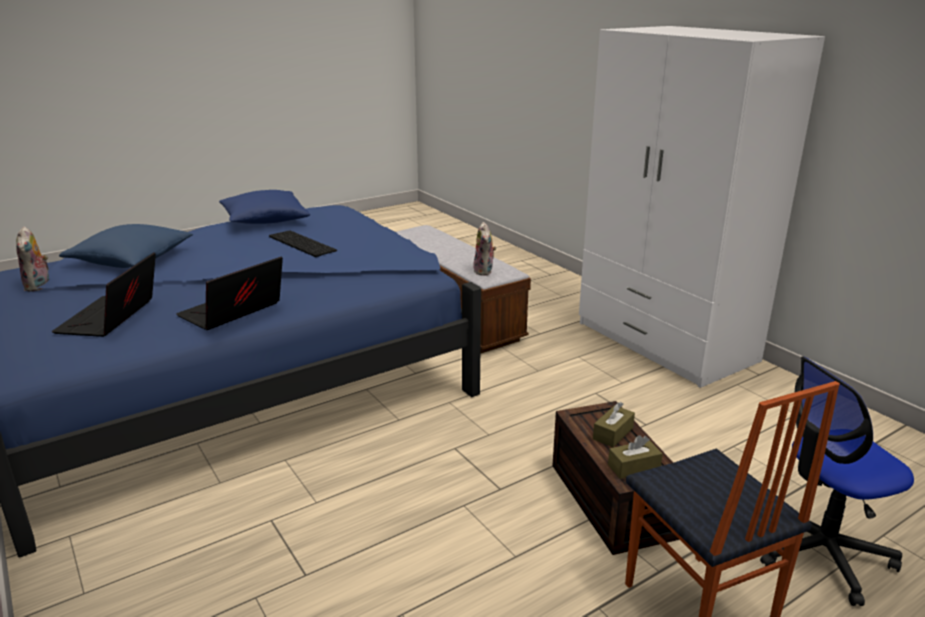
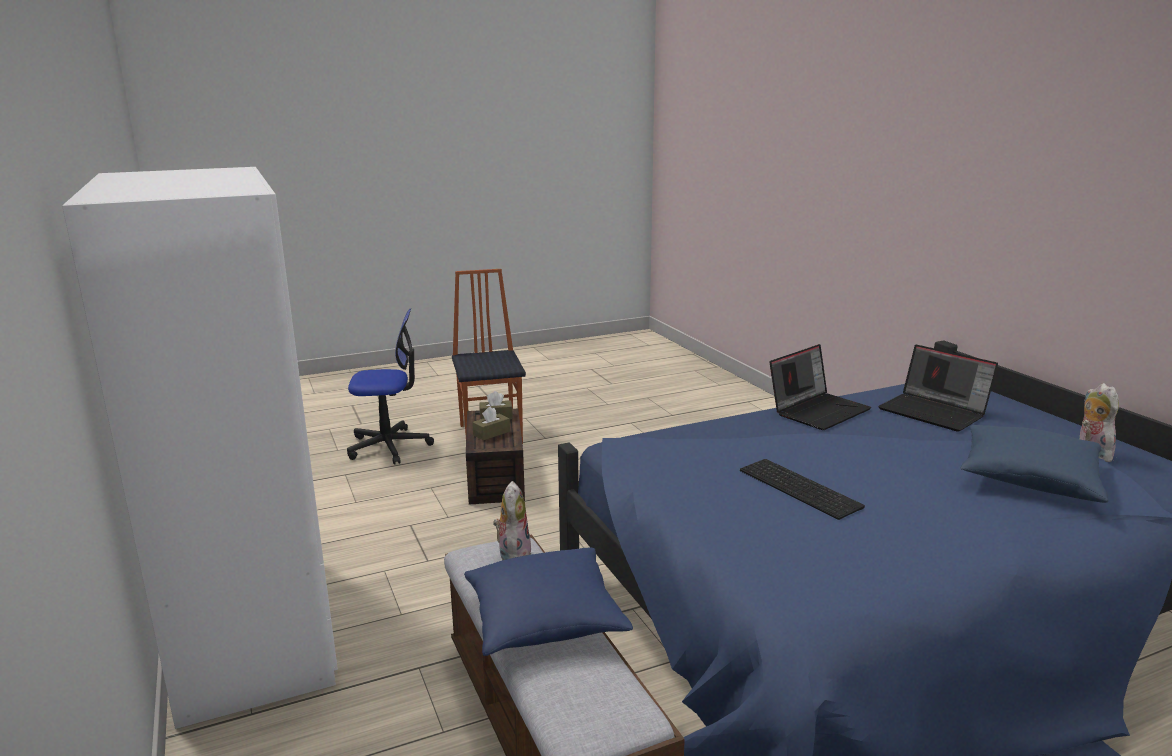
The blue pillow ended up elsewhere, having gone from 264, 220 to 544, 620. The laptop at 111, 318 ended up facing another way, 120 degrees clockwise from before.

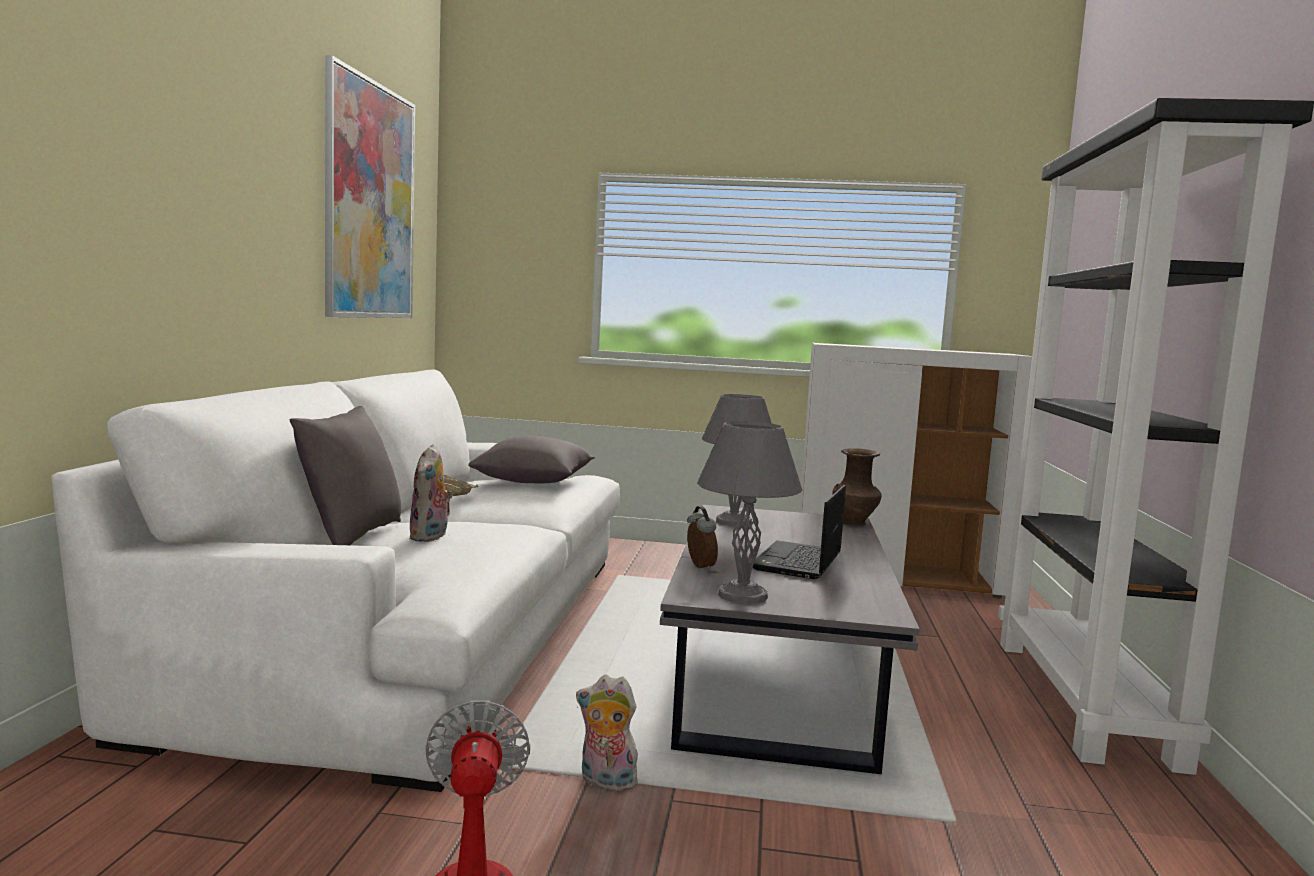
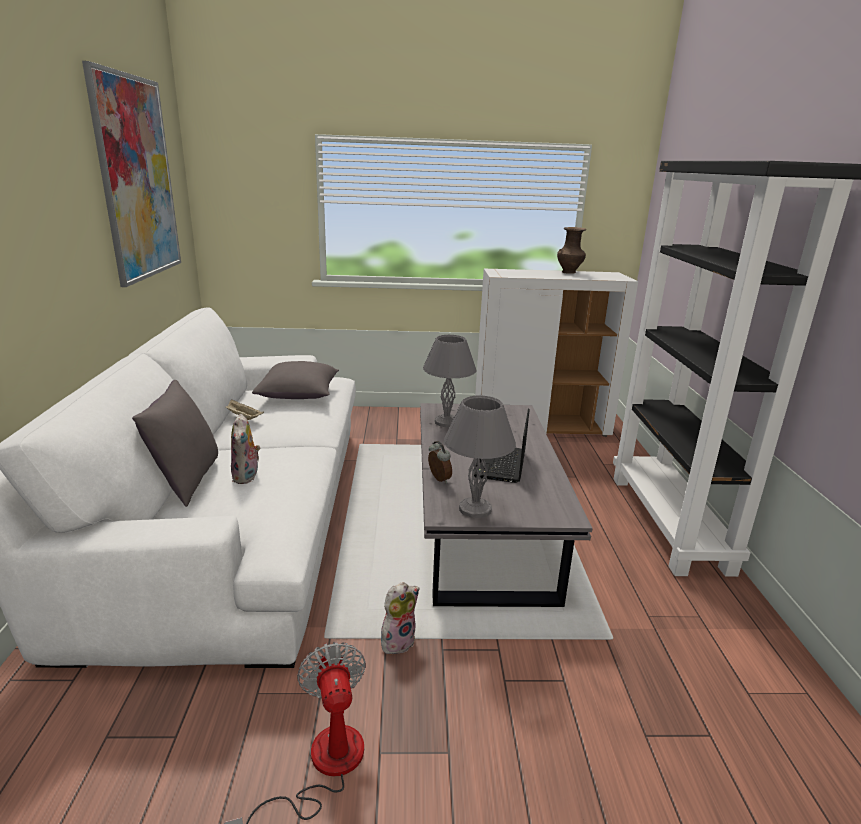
The brown vase ended up elsewhere, having gone from 854, 524 to 569, 272. The plush toy at 605, 782 ended up facing another way, 135 degrees clockwise from before.

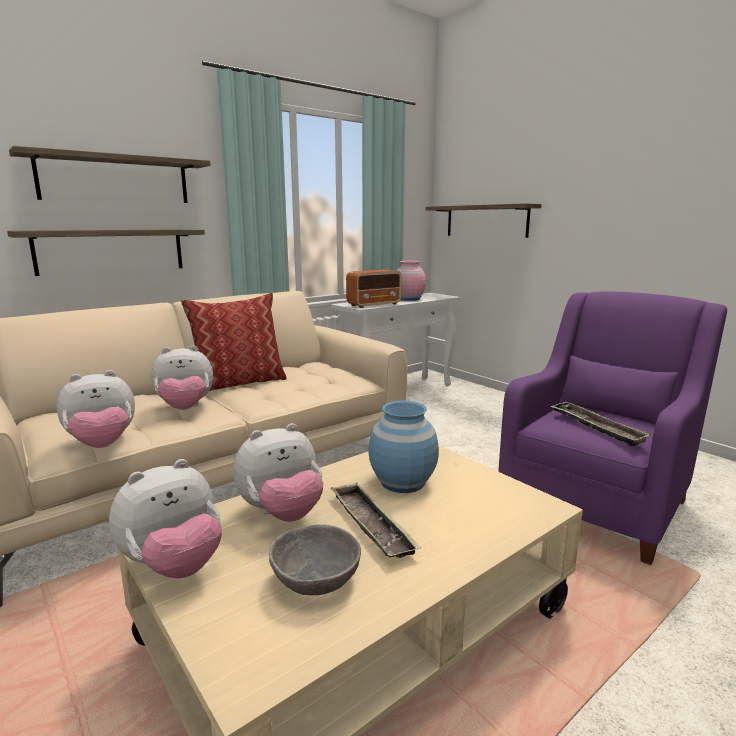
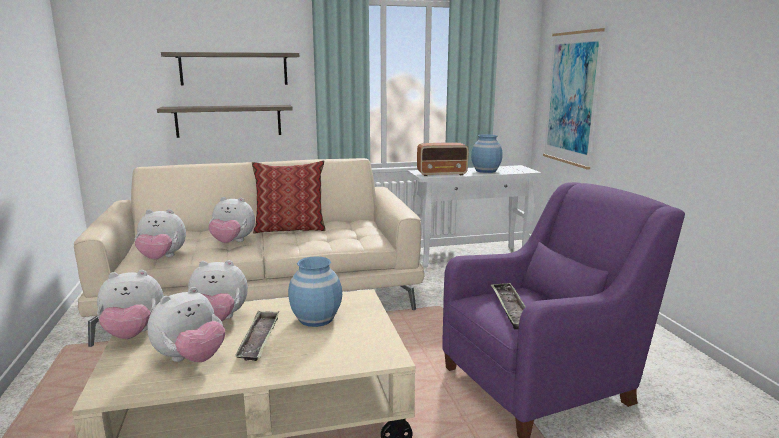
Where the shelf hung at 486, 221, the picture came to hang at 572, 98. What was the pink vase at 409, 299 turned into the blue vase at 485, 171. Where the grey bowl stood at 315, 578, the plush toy came to stand at 191, 359.

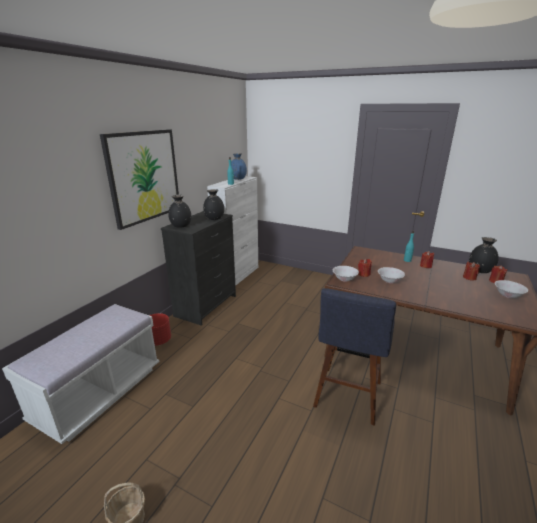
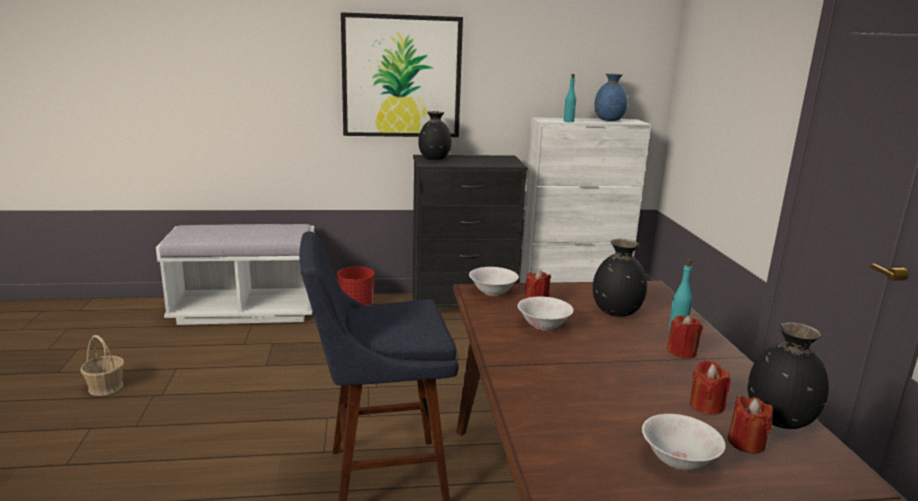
The black vase ended up elsewhere, having gone from 214, 218 to 616, 311.

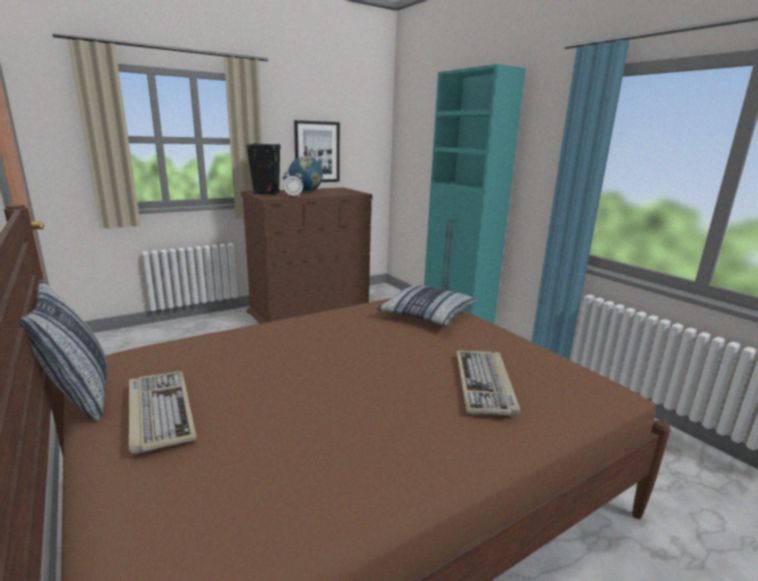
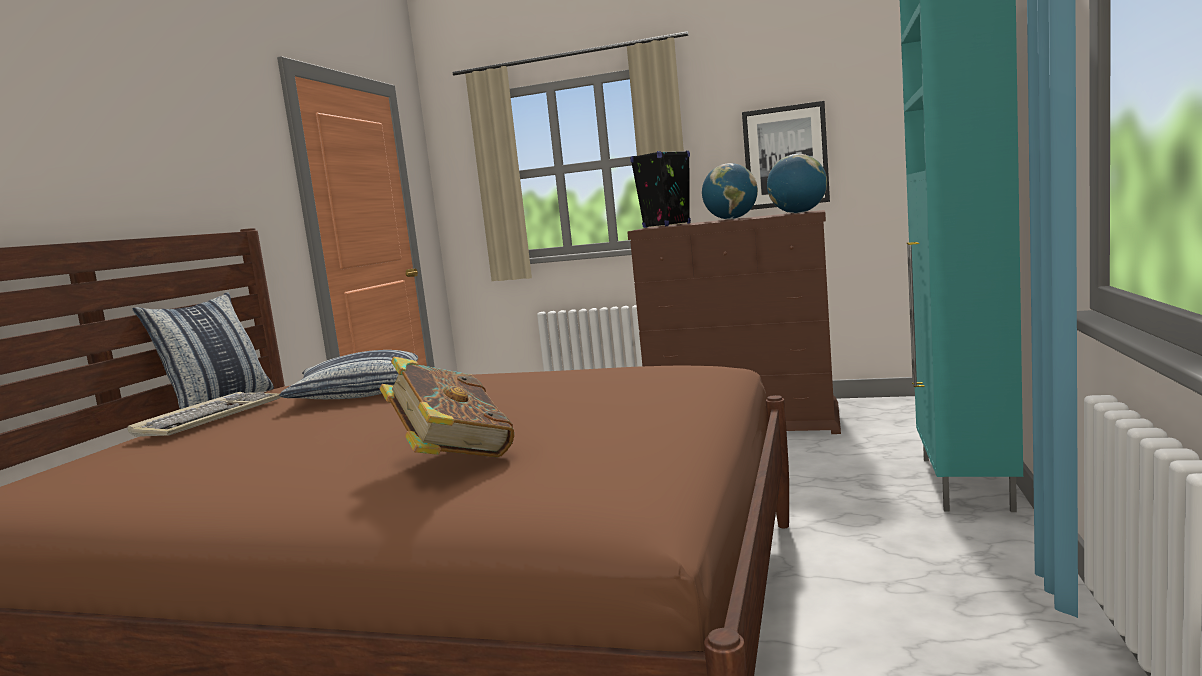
The second view lost the alarm clock at 293, 196. The pillow ended up elsewhere, having gone from 426, 315 to 358, 392. Where the keyboard stood at 484, 384, the book came to stand at 452, 457. The second view gained the globe at 798, 213.

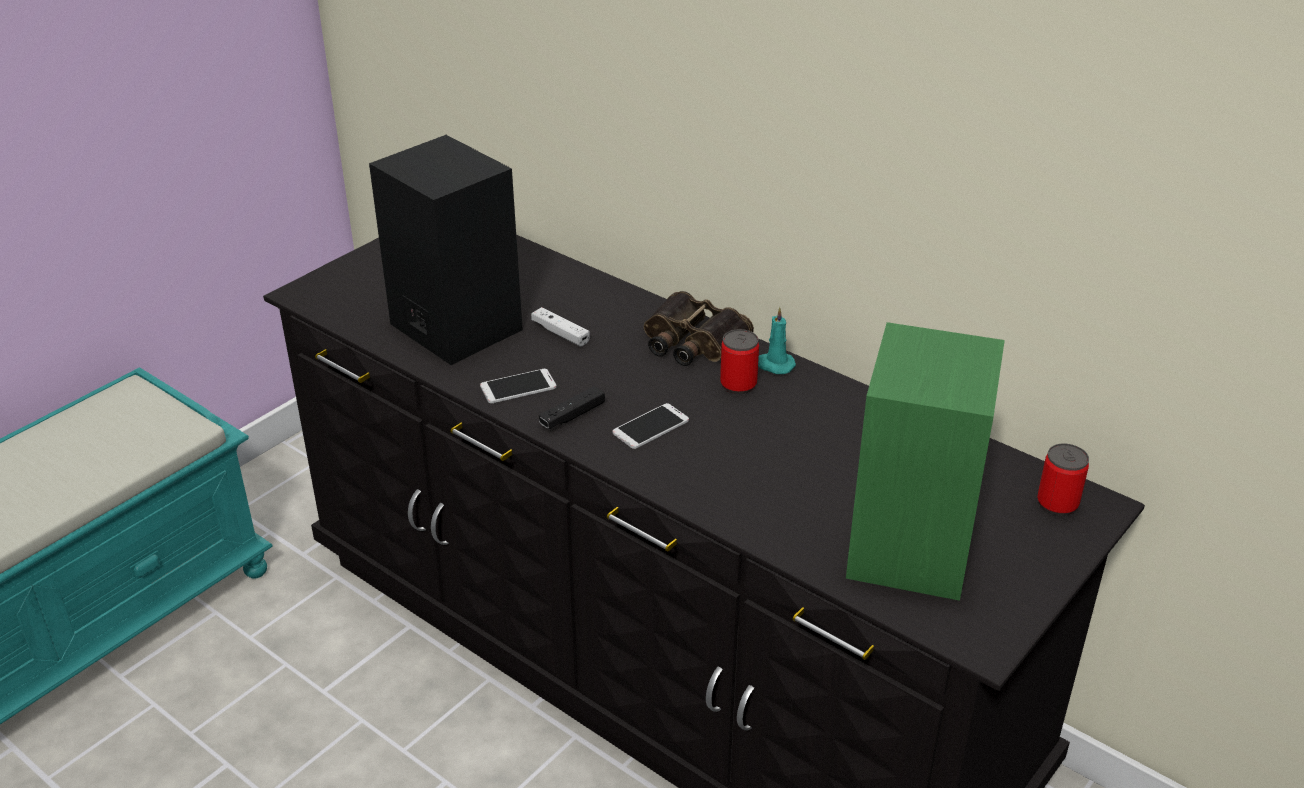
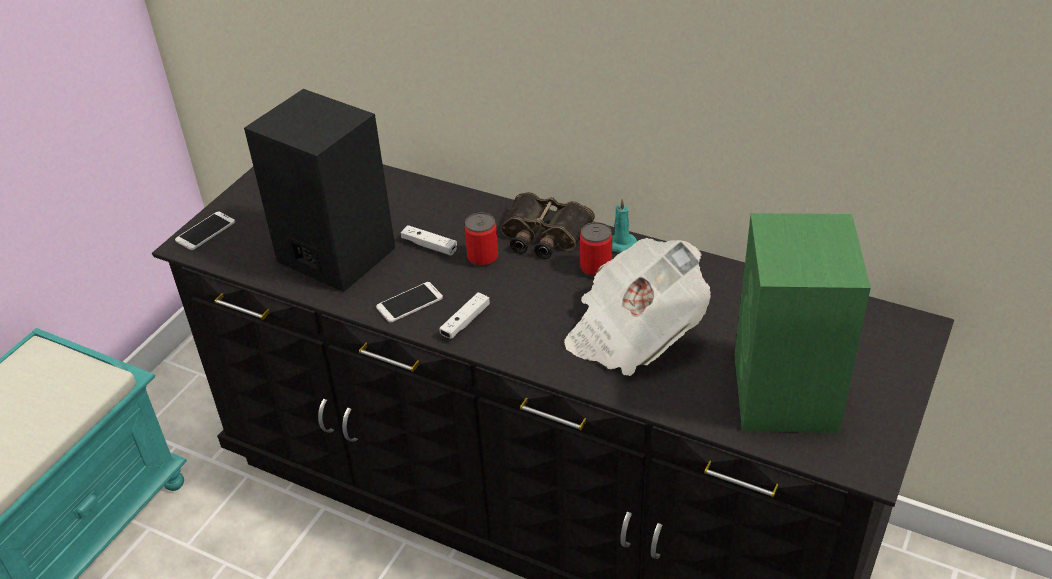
What was the black game controller at 572, 416 turned into the white game controller at 465, 322. The phone ended up elsewhere, having gone from 650, 427 to 205, 231. The can ended up elsewhere, having gone from 1057, 503 to 483, 258. The second view gained the newspaper at 633, 333.

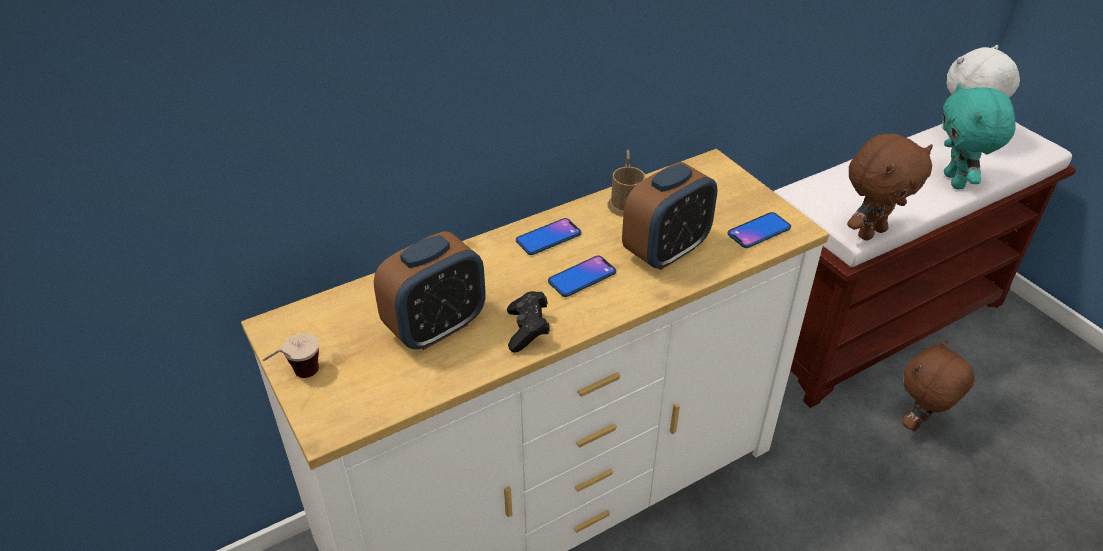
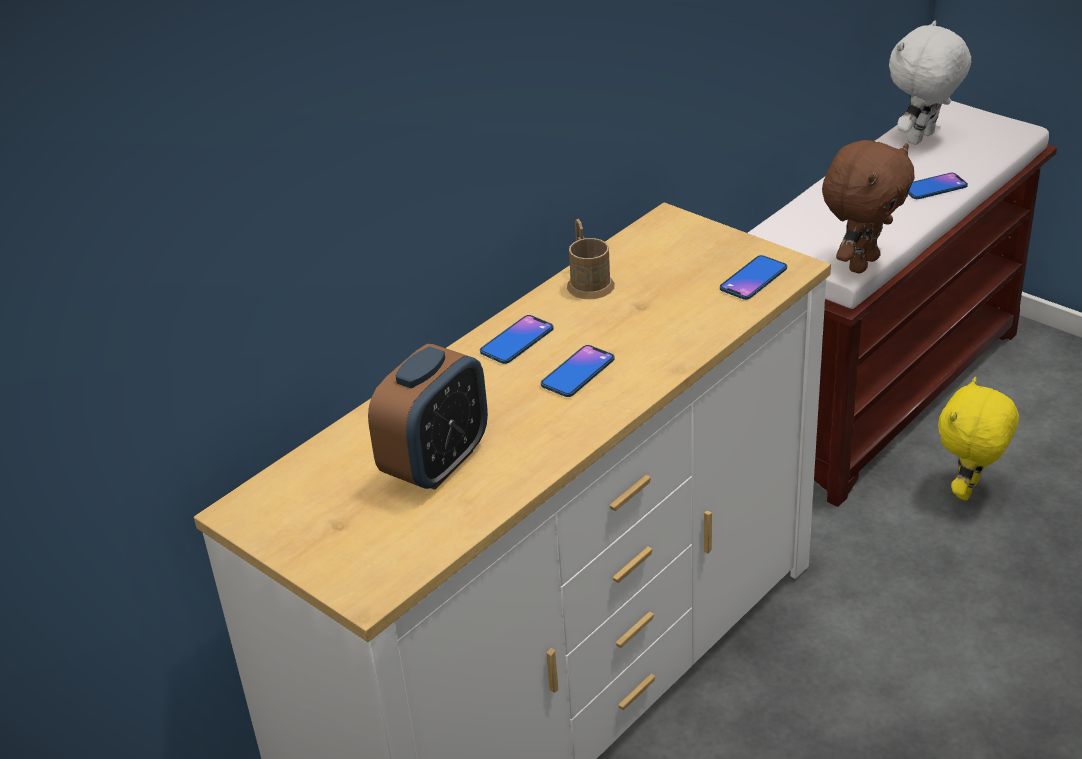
Where the turquoise plush toy stood at 956, 181, the phone came to stand at 934, 187. The second view lost the alarm clock at 666, 251. The second view lost the black game controller at 528, 330. The second view lost the cup at 297, 379. What was the brown plush toy at 919, 424 turned into the yellow plush toy at 969, 491.

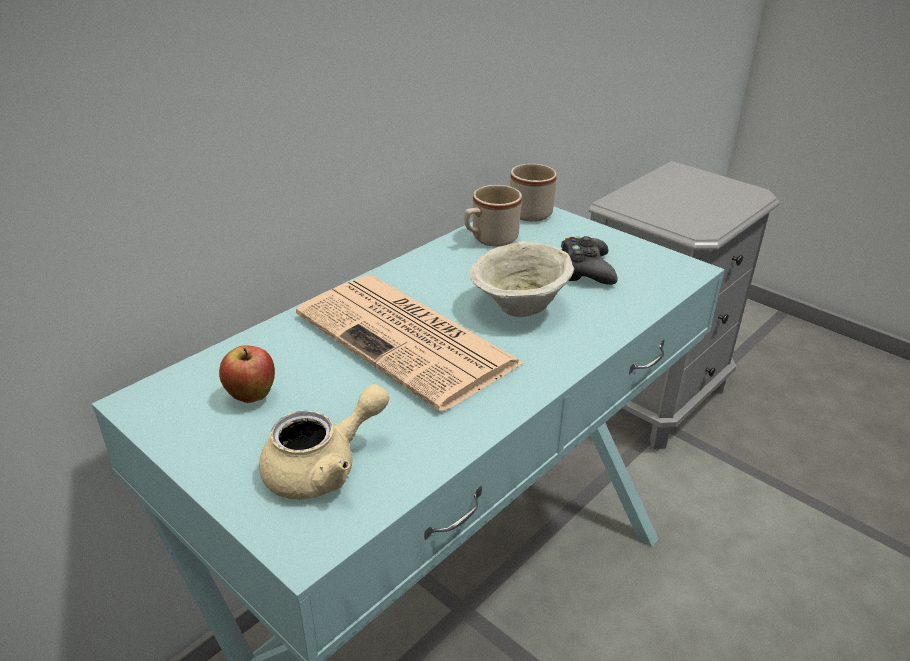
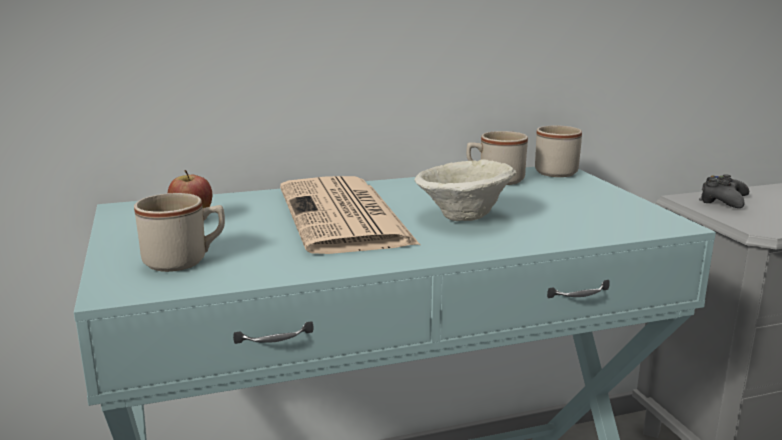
The black game controller ended up elsewhere, having gone from 585, 270 to 723, 200. Where the beige teapot stood at 324, 467, the beige mug came to stand at 185, 260.

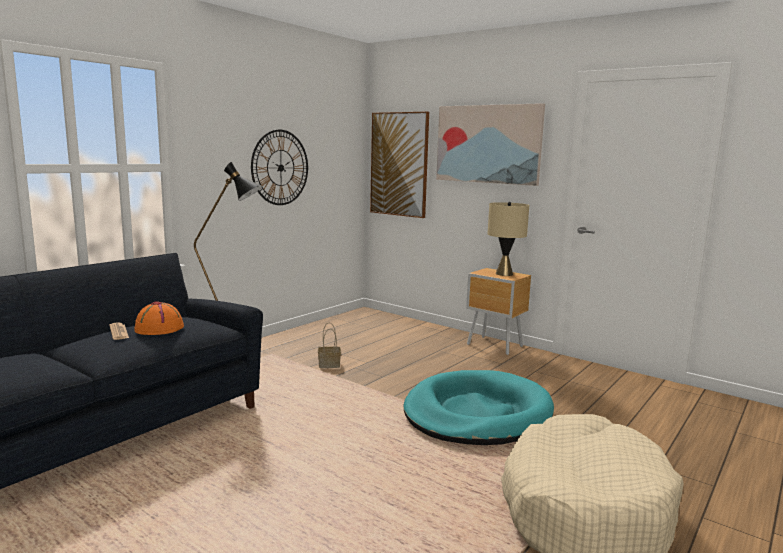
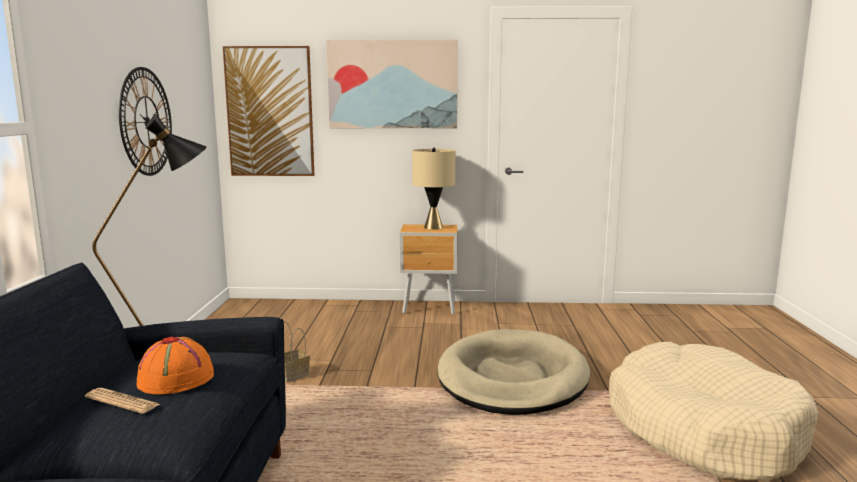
What was the turquoise dog bed at 477, 414 turned into the beige dog bed at 512, 378.

